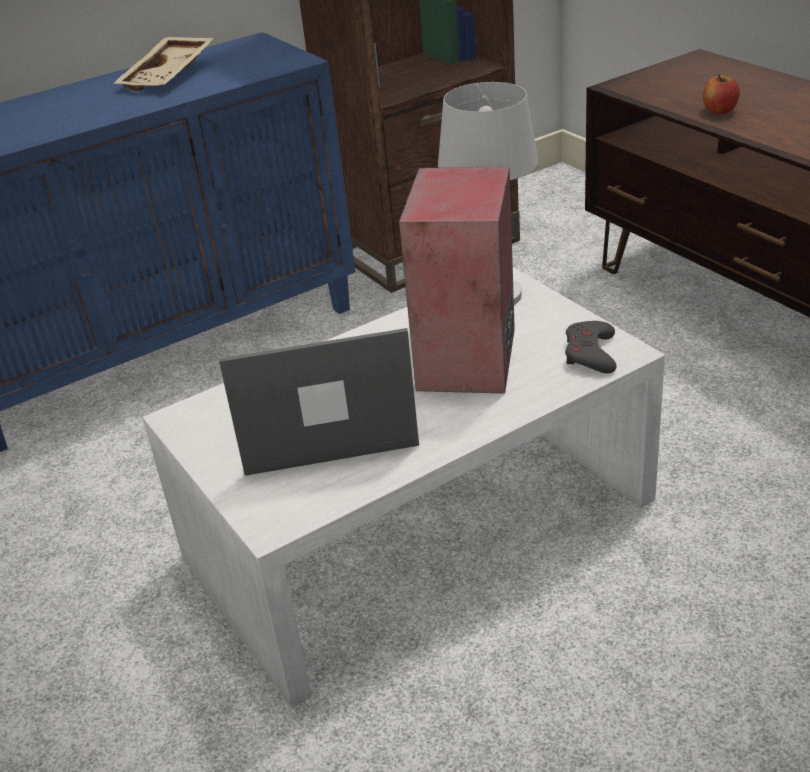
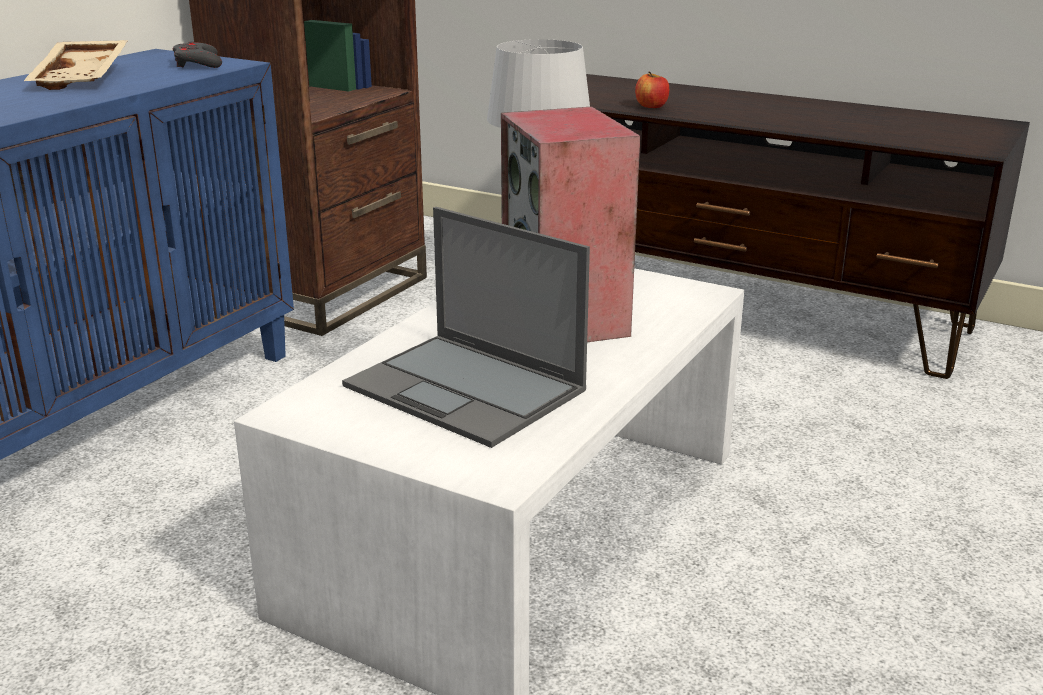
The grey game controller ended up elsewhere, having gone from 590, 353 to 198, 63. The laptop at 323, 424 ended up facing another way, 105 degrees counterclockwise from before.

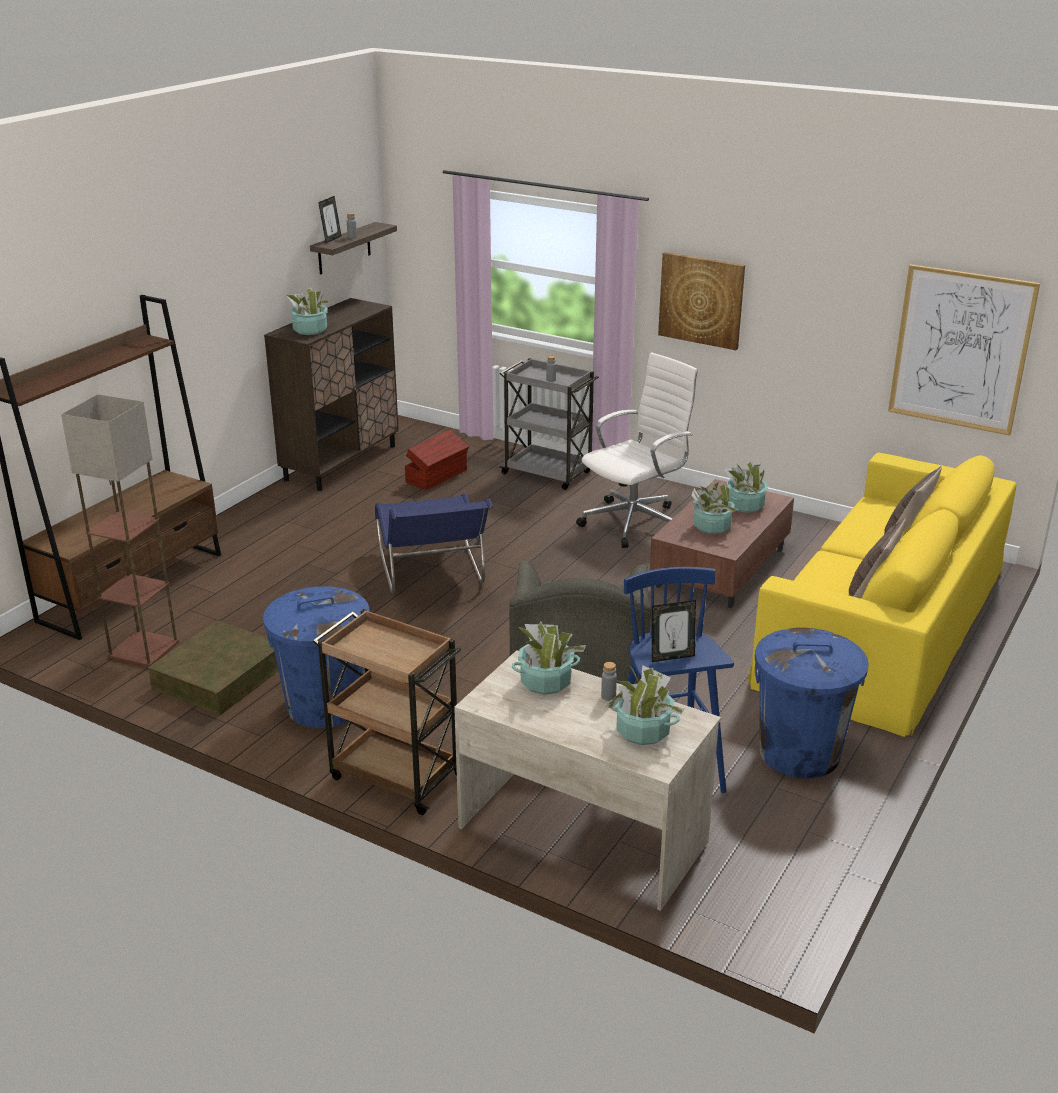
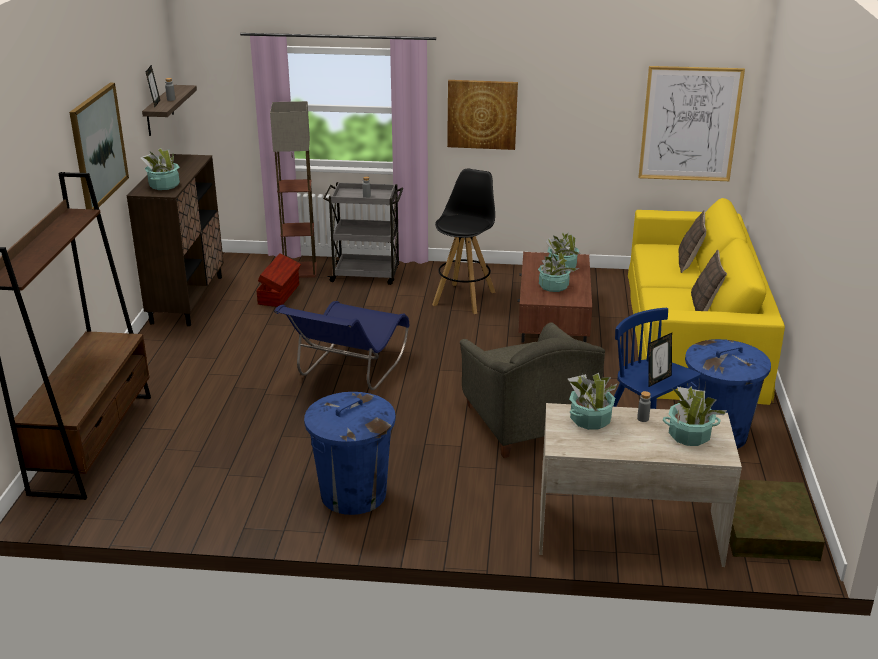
Where the white office chair stood at 635, 522, the black stool came to stand at 464, 298. The floor lamp ended up elsewhere, having gone from 144, 650 to 301, 271. The blue chair at 433, 576 ended up facing another way, 60 degrees clockwise from before. The second view lost the brown cart at 394, 776. The brown storage box ended up elsewhere, having gone from 220, 676 to 767, 527. The second view gained the picture at 98, 147.

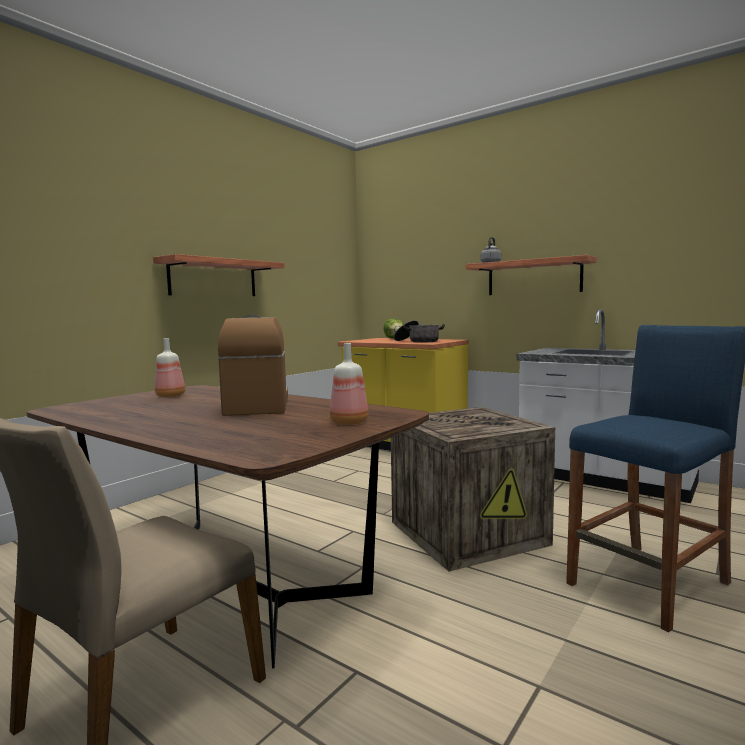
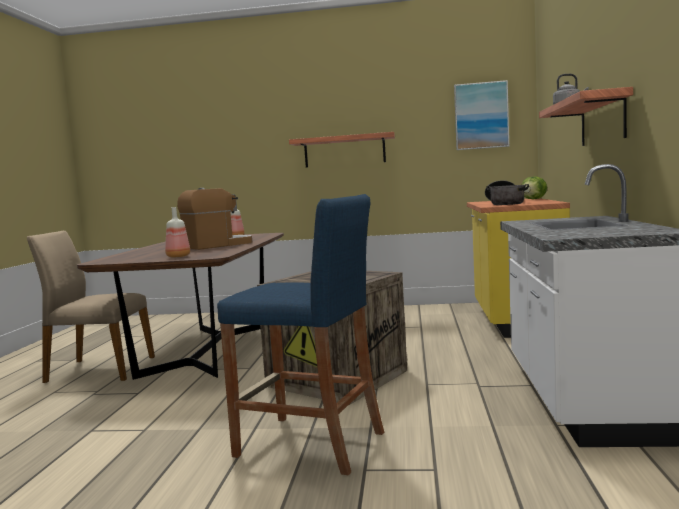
The second view gained the picture at 481, 116.

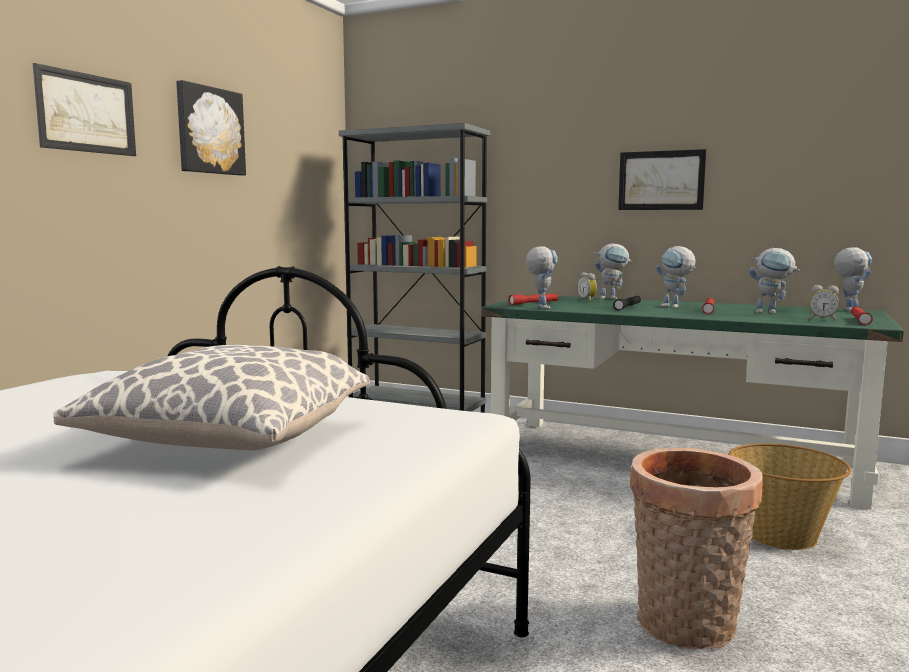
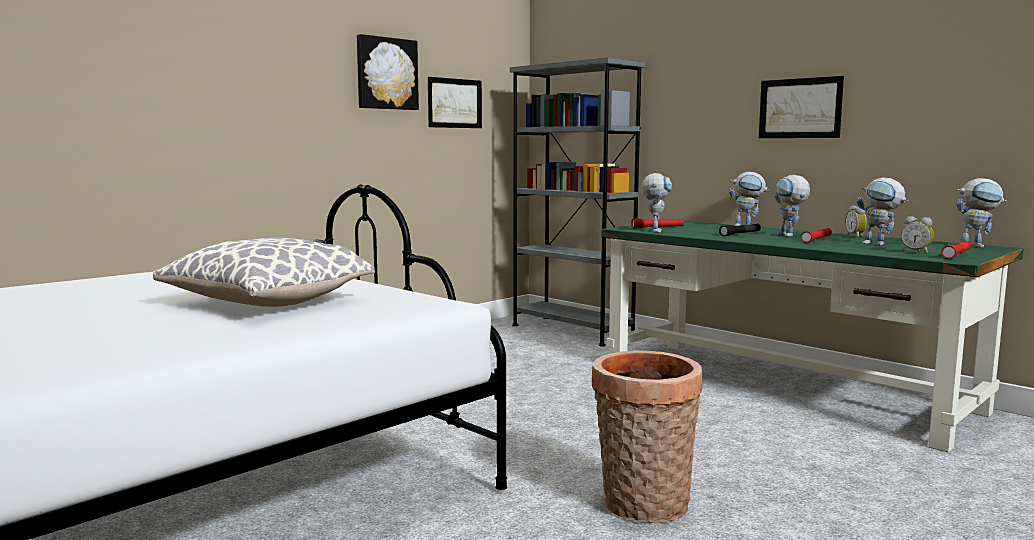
The picture ended up elsewhere, having gone from 87, 113 to 455, 103. The toy robot at 848, 310 ended up facing another way, 75 degrees clockwise from before. The alarm clock ended up elsewhere, having gone from 587, 300 to 856, 236. The second view lost the basket at 782, 535.

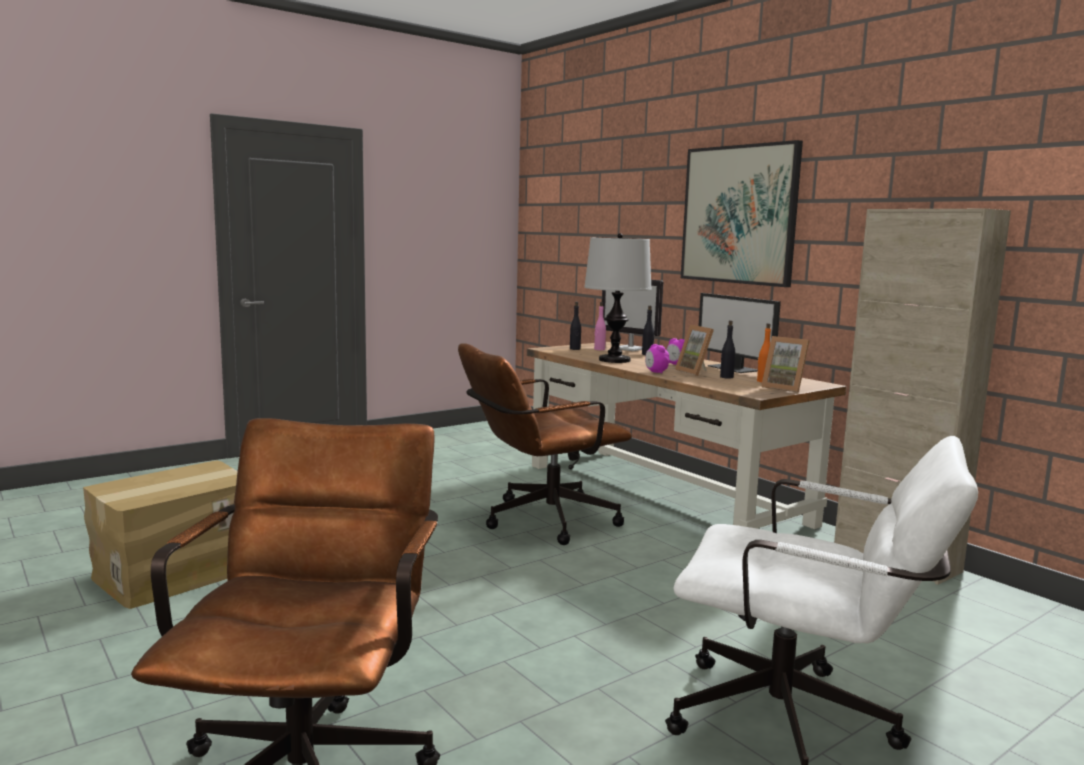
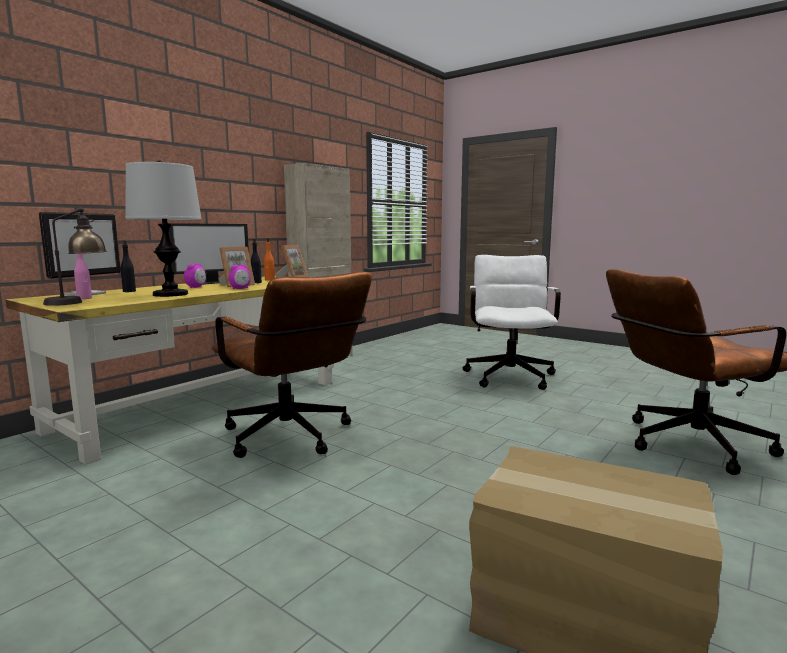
The second view lost the picture at 739, 215. Where the black bottle stood at 575, 349, the table lamp came to stand at 78, 302. What was the brown desk at 663, 493 turned into the yellow desk at 205, 404.

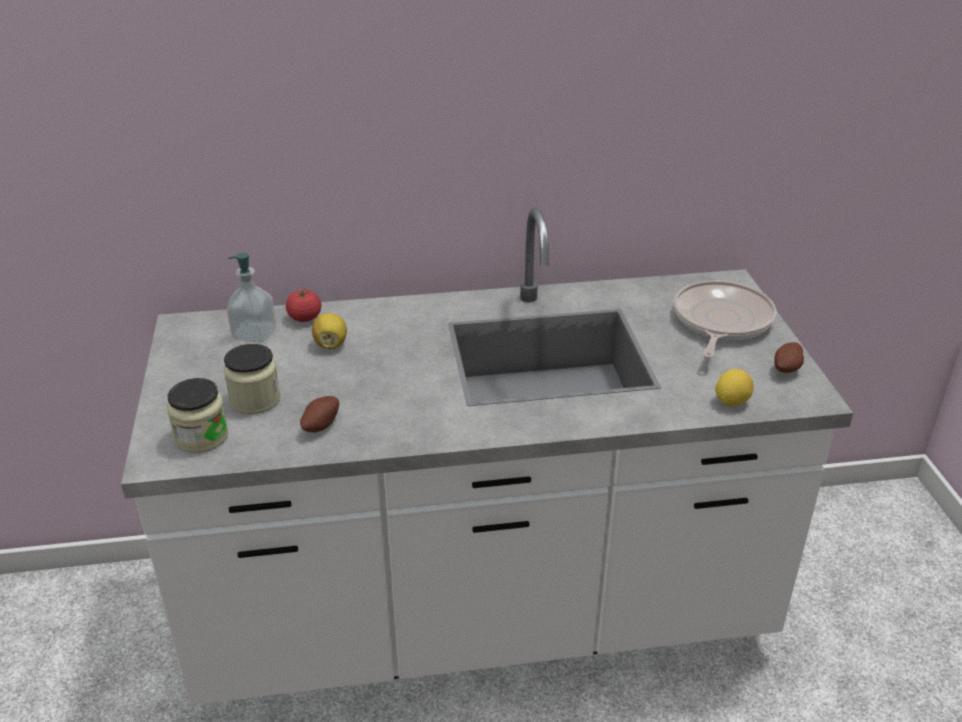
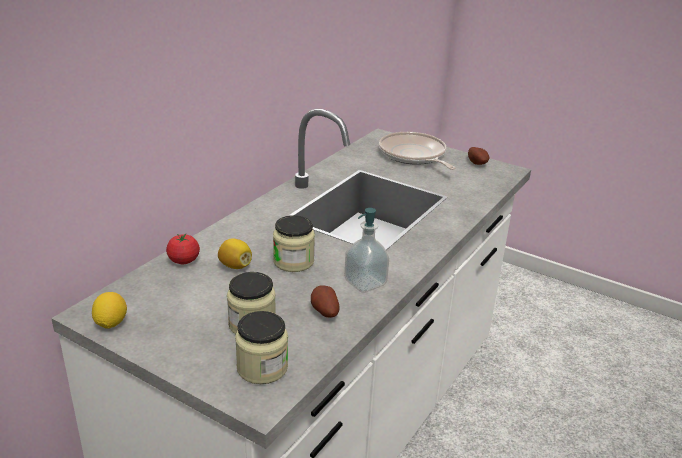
The soap dispenser ended up elsewhere, having gone from 254, 334 to 365, 283. The lemon ended up elsewhere, having gone from 731, 402 to 111, 323. The second view gained the jar at 293, 261.

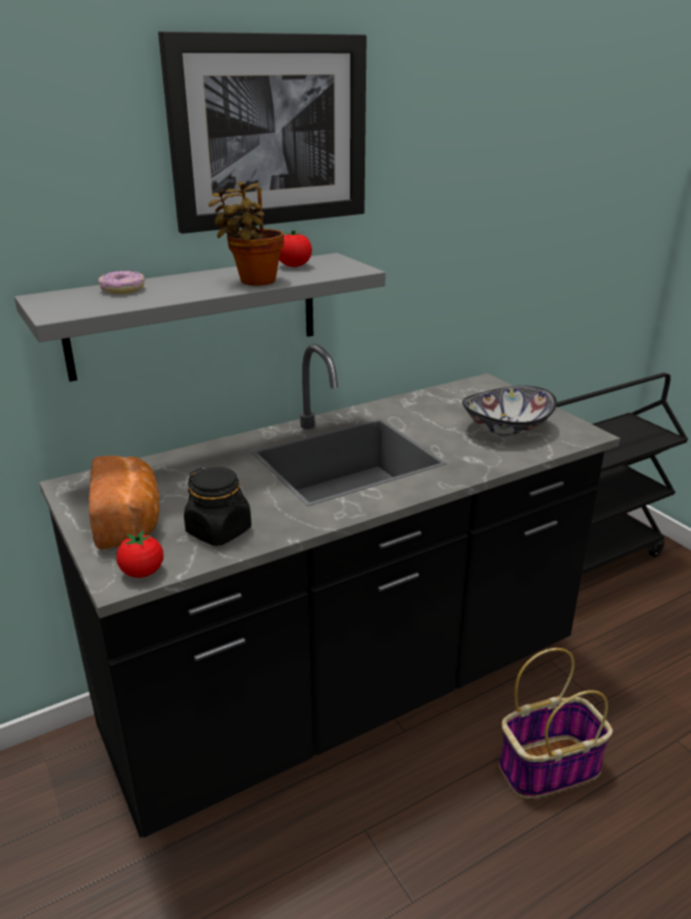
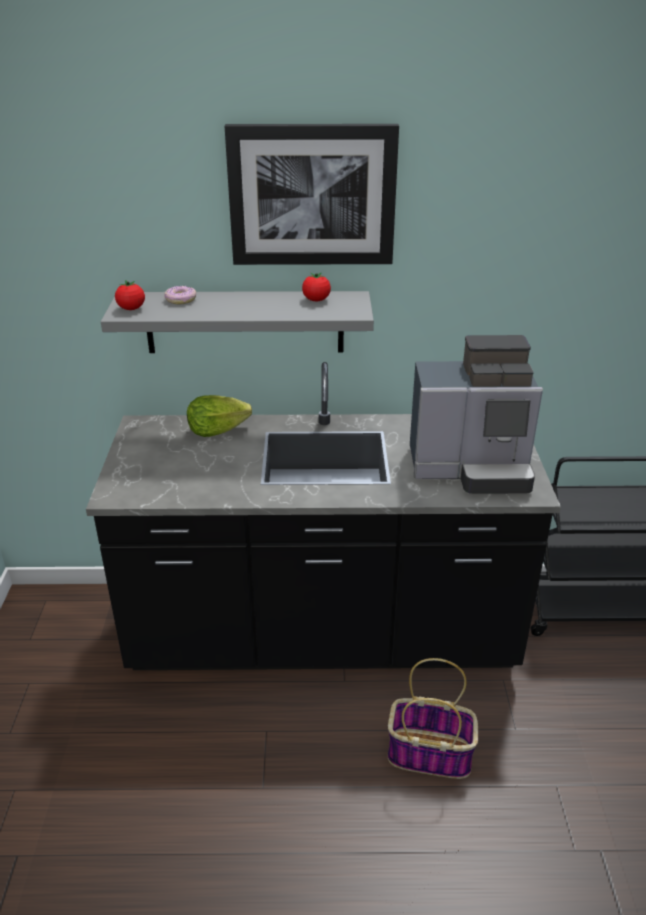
The second view lost the potted plant at 254, 281. Where the bowl stood at 505, 428, the coffee machine came to stand at 472, 468. The second view lost the bread at 130, 522. The second view lost the black jar at 219, 531. The tomato ended up elsewhere, having gone from 142, 572 to 131, 308. The second view gained the lettuce at 216, 431.

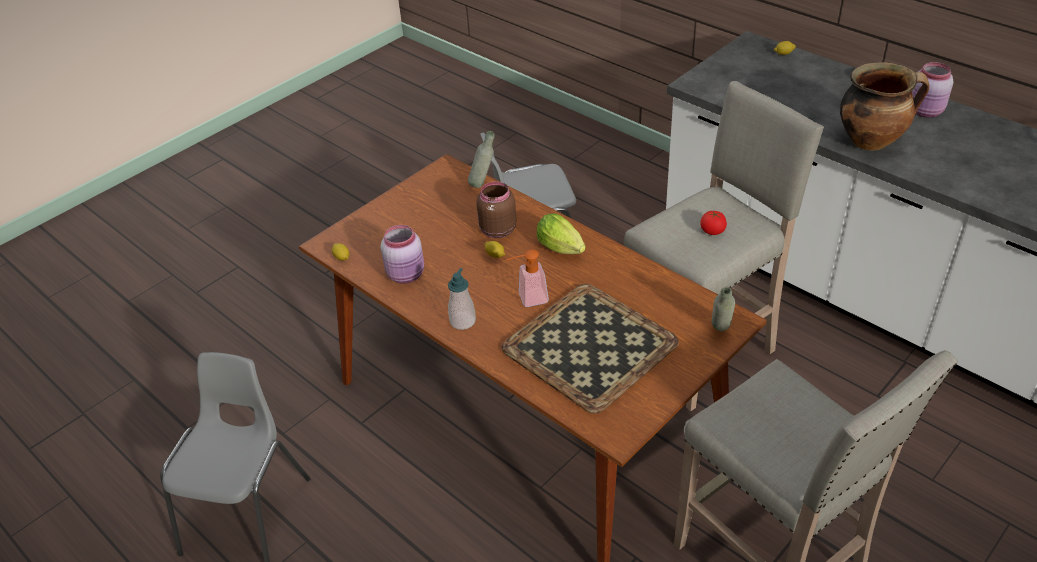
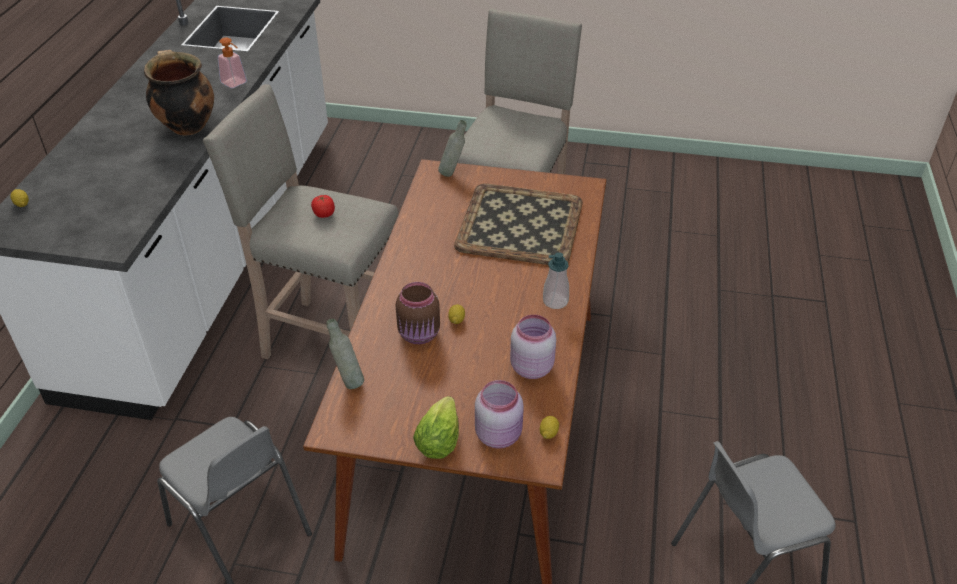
The pink jar ended up elsewhere, having gone from 925, 112 to 499, 434. The lettuce ended up elsewhere, having gone from 563, 249 to 440, 438. The soap dispenser ended up elsewhere, having gone from 528, 299 to 236, 84.

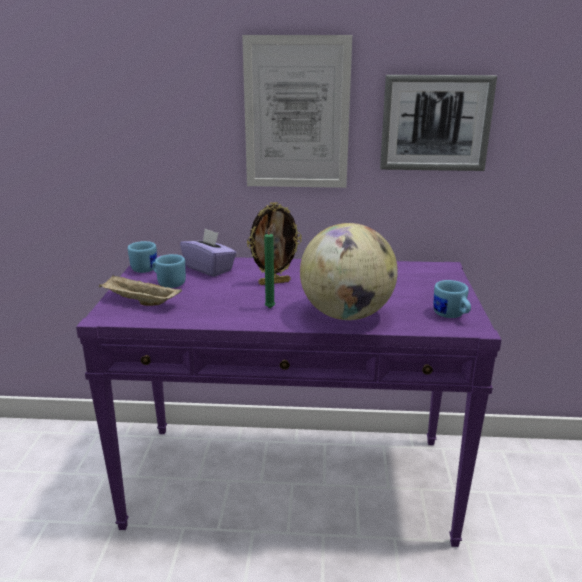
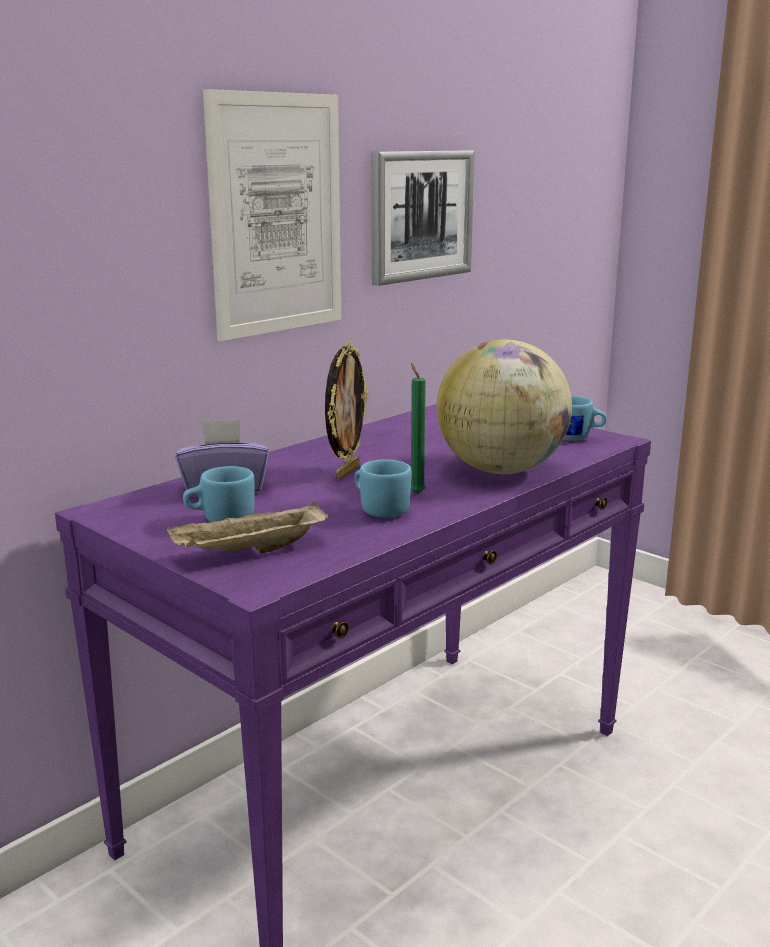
The blue mug ended up elsewhere, having gone from 146, 268 to 380, 509.

